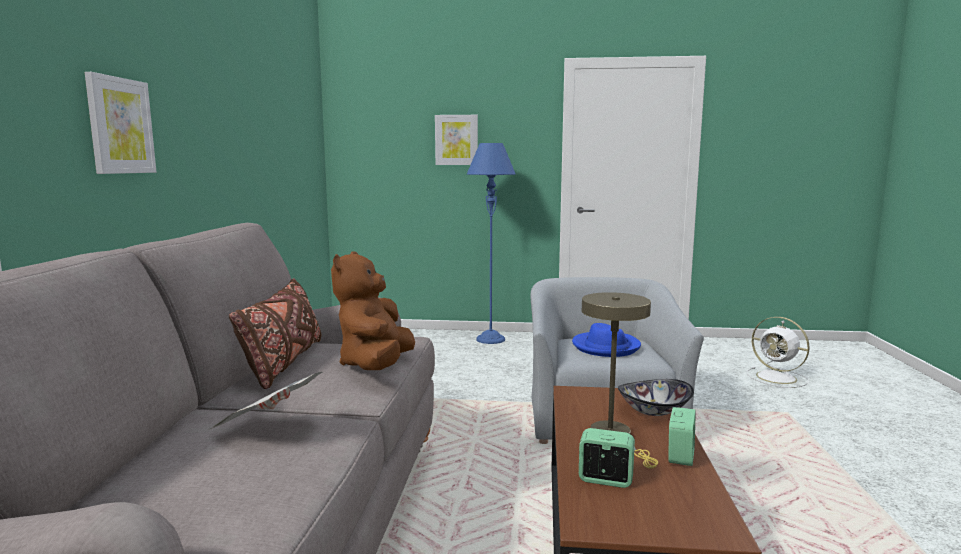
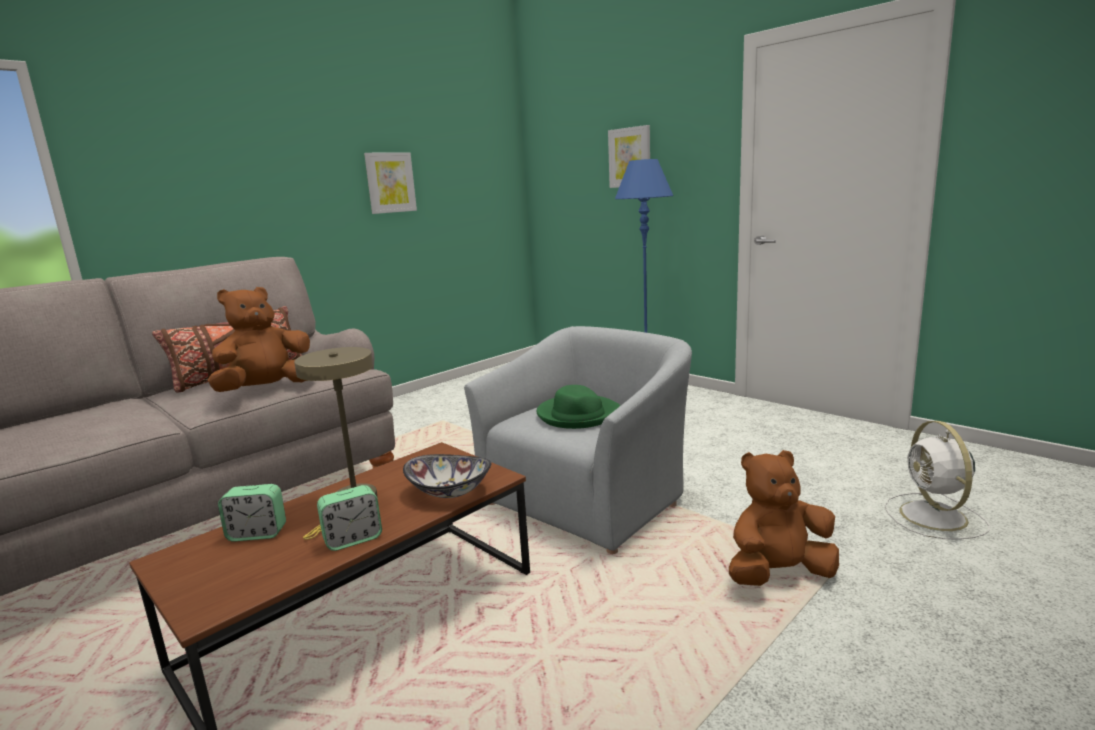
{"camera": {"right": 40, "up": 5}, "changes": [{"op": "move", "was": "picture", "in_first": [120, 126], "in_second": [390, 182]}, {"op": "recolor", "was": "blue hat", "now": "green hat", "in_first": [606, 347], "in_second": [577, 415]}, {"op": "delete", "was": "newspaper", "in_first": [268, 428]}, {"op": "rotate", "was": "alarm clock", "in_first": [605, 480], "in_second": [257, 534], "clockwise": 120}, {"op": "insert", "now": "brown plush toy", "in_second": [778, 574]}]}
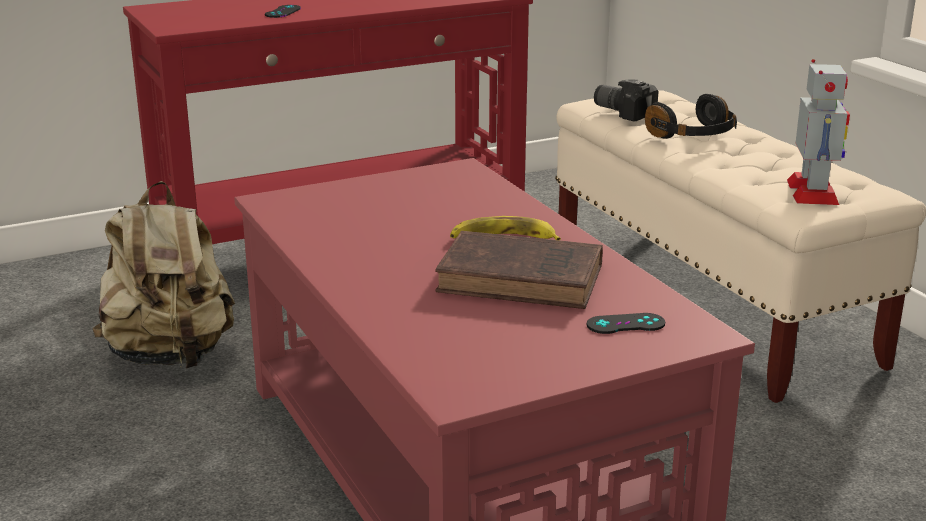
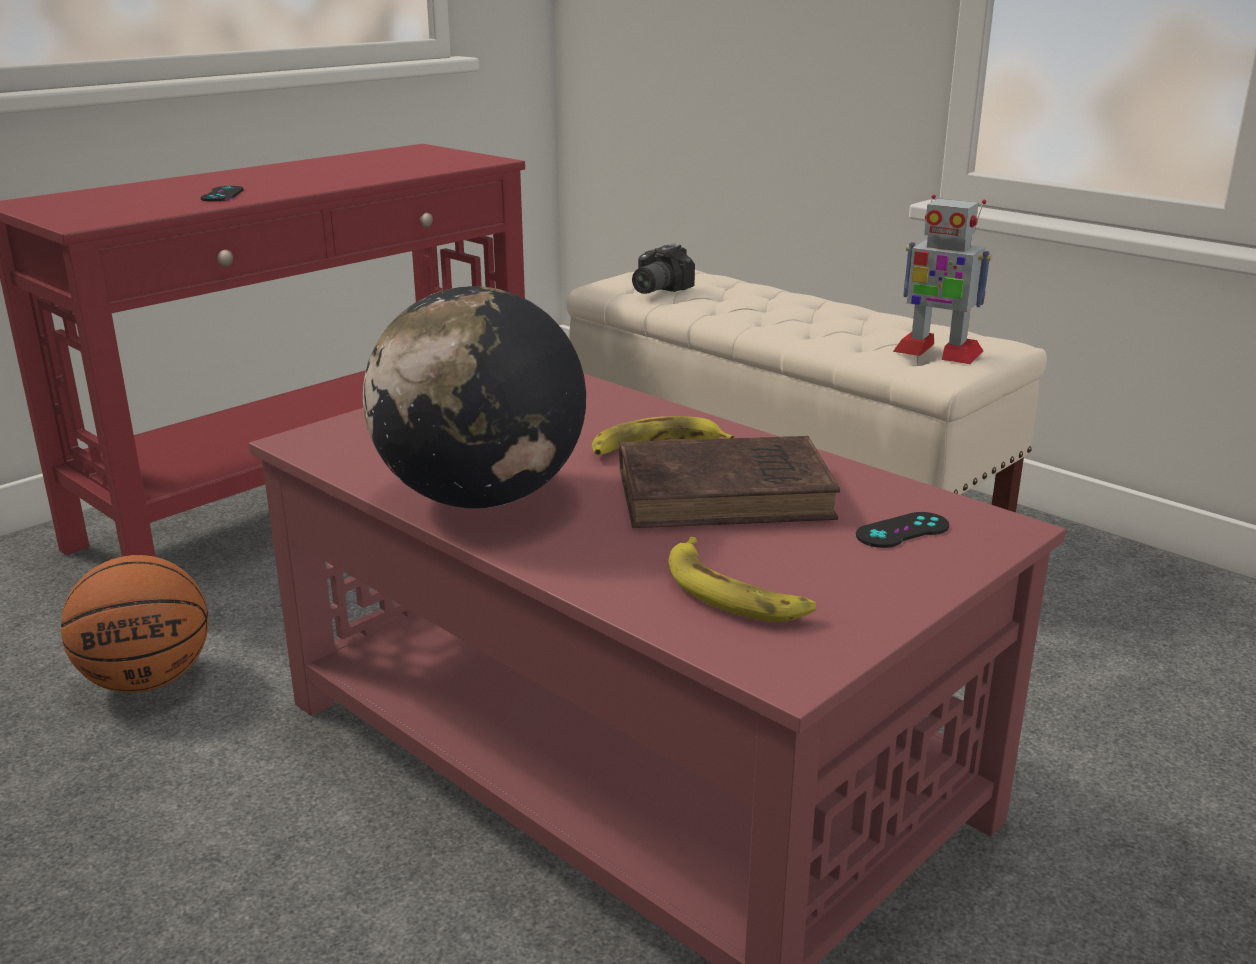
{"camera": {"right": -20, "up": 0}, "changes": [{"op": "rotate", "was": "toy robot", "in_first": [813, 192], "in_second": [936, 351], "clockwise": 135}, {"op": "rotate", "was": "photo camera", "in_first": [624, 112], "in_second": [654, 289], "clockwise": -75}, {"op": "delete", "was": "black headphones", "in_first": [694, 136]}, {"op": "replace", "was": "beige backpack", "now": "basketball", "in_first": [171, 356], "in_second": [147, 680]}, {"op": "insert", "now": "globe", "in_second": [480, 498]}, {"op": "insert", "now": "banana", "in_second": [733, 593]}]}
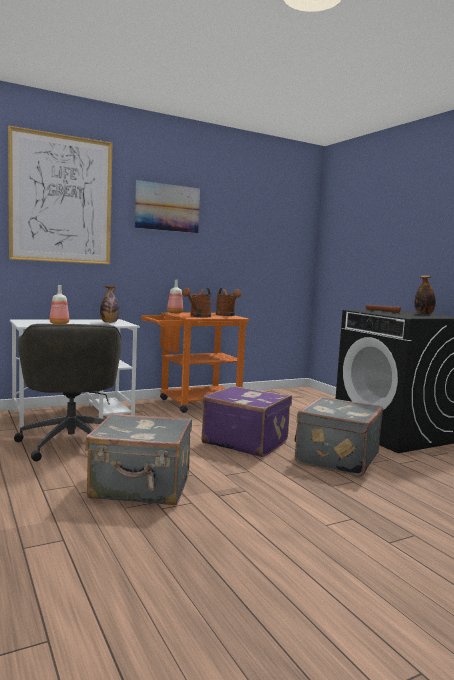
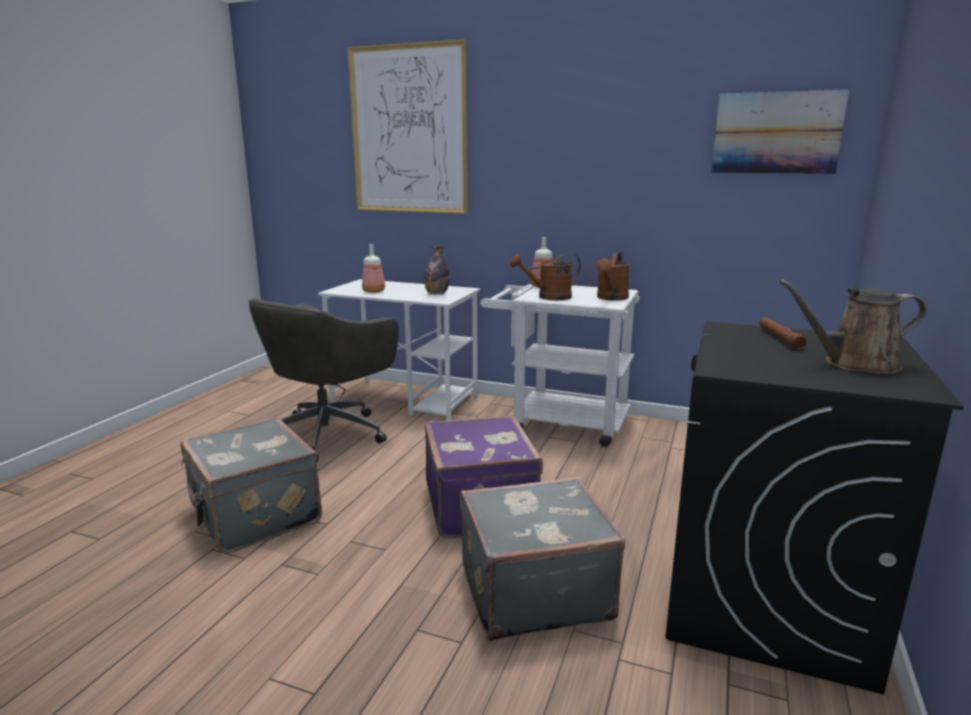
{"camera": {"right": 50, "up": 10}, "changes": [{"op": "move", "was": "picture", "in_first": [167, 207], "in_second": [776, 133]}, {"op": "replace", "was": "bottle", "now": "brown watering can", "in_first": [424, 314], "in_second": [854, 364]}, {"op": "recolor", "was": "orange cart", "now": "white cart", "in_first": [193, 403], "in_second": [559, 422]}]}
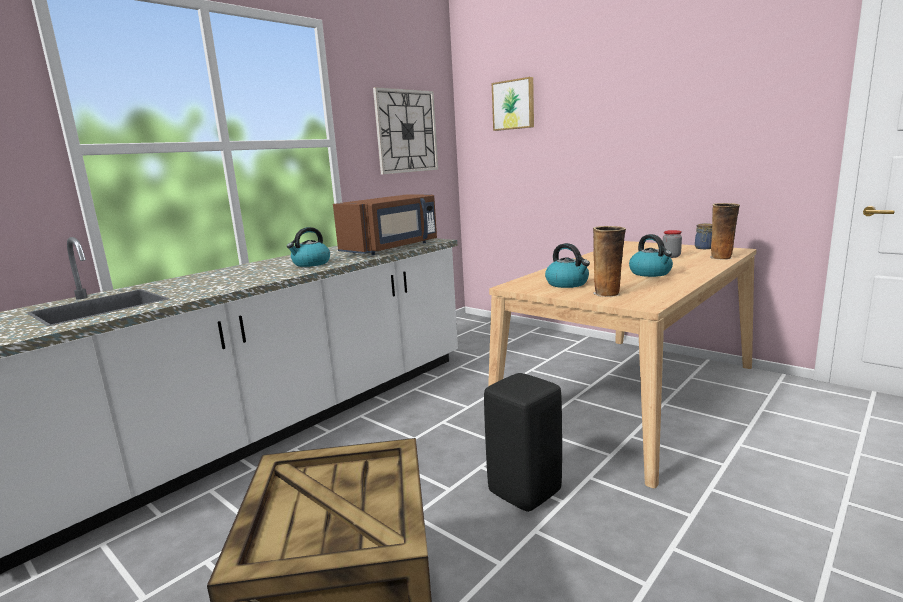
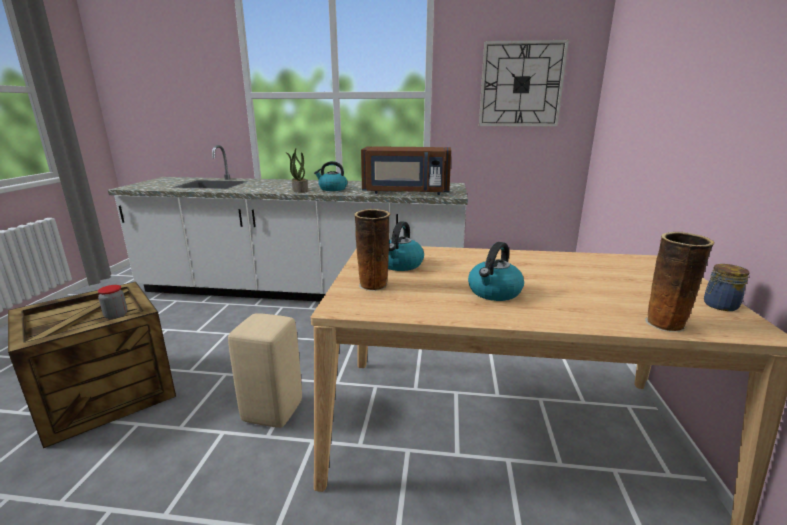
{"camera": {"right": 55, "up": 5}, "changes": [{"op": "delete", "was": "picture", "in_first": [514, 105]}, {"op": "move", "was": "jar", "in_first": [671, 256], "in_second": [116, 316]}, {"op": "recolor", "was": "black stool", "now": "beige stool", "in_first": [523, 492], "in_second": [272, 411]}, {"op": "insert", "now": "potted plant", "in_second": [299, 190]}]}
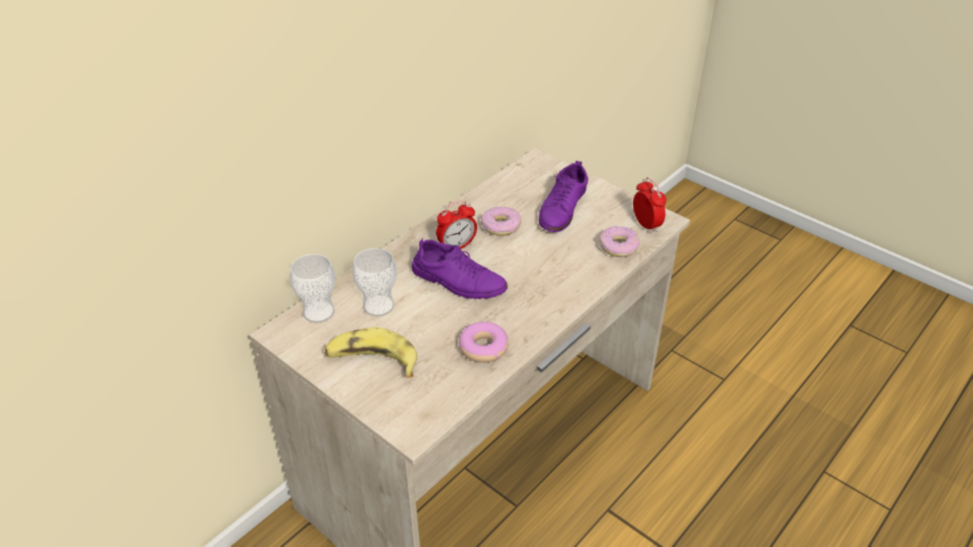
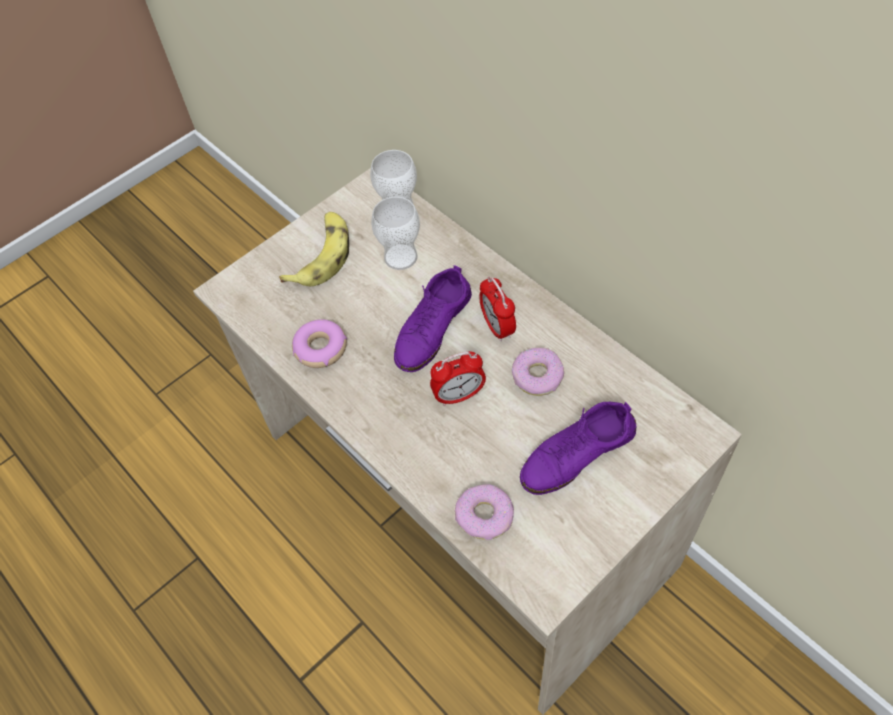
{"camera": {"right": 100, "up": 15}, "changes": [{"op": "rotate", "was": "purple shoe", "in_first": [562, 208], "in_second": [577, 454], "clockwise": -60}, {"op": "move", "was": "alarm clock", "in_first": [646, 225], "in_second": [459, 395]}]}
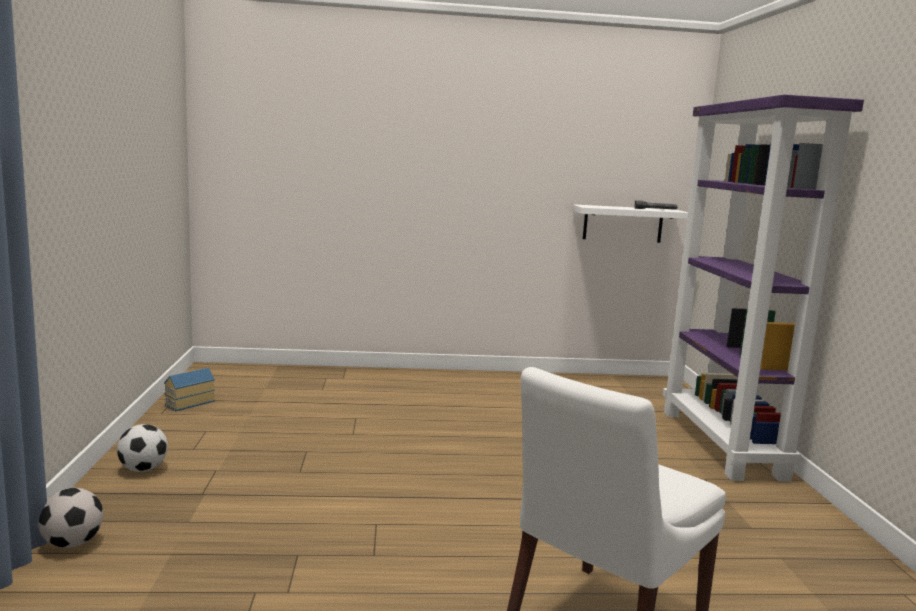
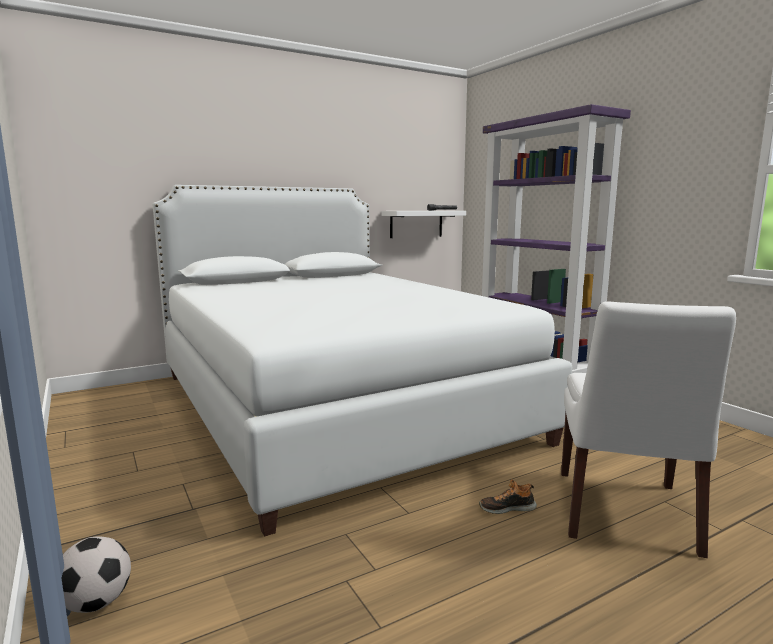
{"camera": {"right": -25, "up": 0}, "changes": [{"op": "delete", "was": "toy house", "in_first": [188, 403]}, {"op": "delete", "was": "football", "in_first": [143, 469]}, {"op": "insert", "now": "white bed", "in_second": [333, 406]}, {"op": "insert", "now": "shoe", "in_second": [507, 508]}]}
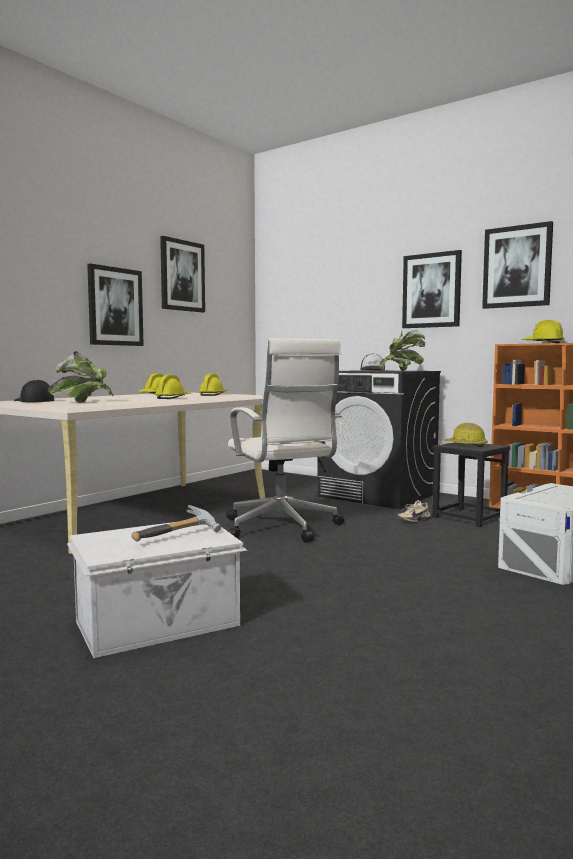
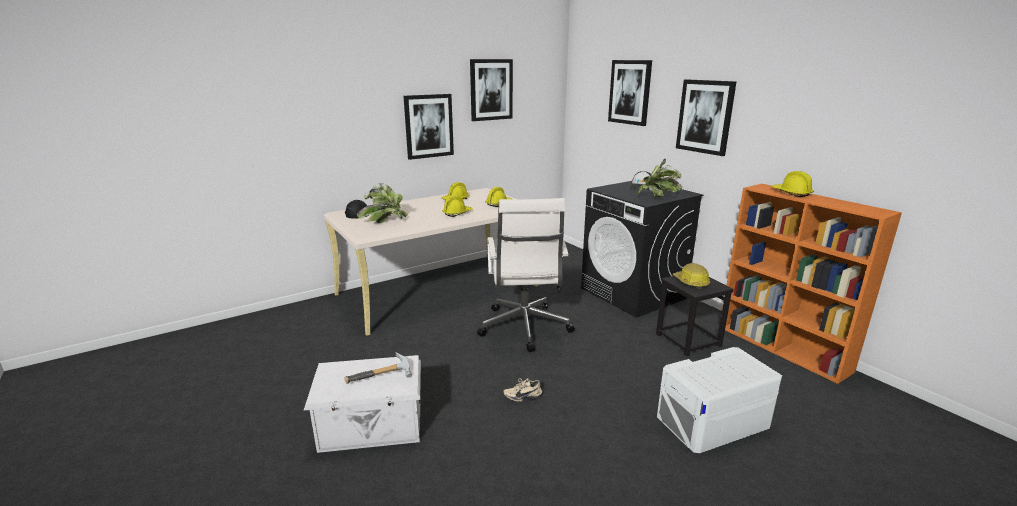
{"camera": {"right": 20, "up": 15}, "changes": [{"op": "move", "was": "picture", "in_first": [517, 266], "in_second": [630, 92]}, {"op": "move", "was": "beige shoe", "in_first": [413, 520], "in_second": [522, 396]}]}
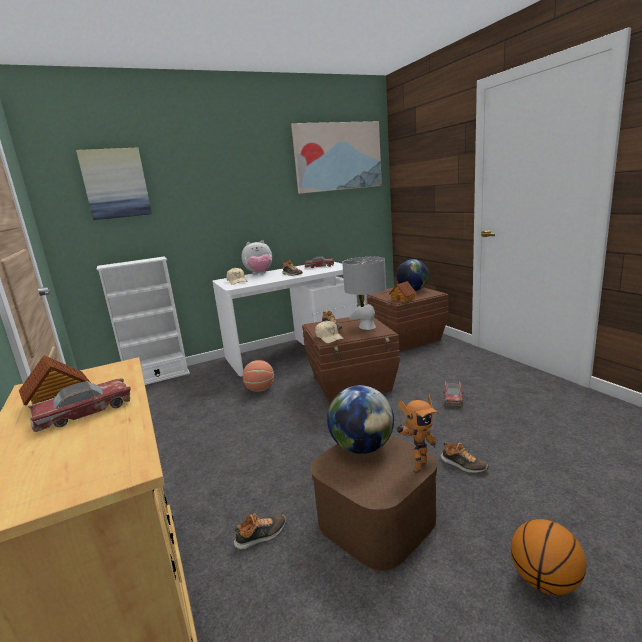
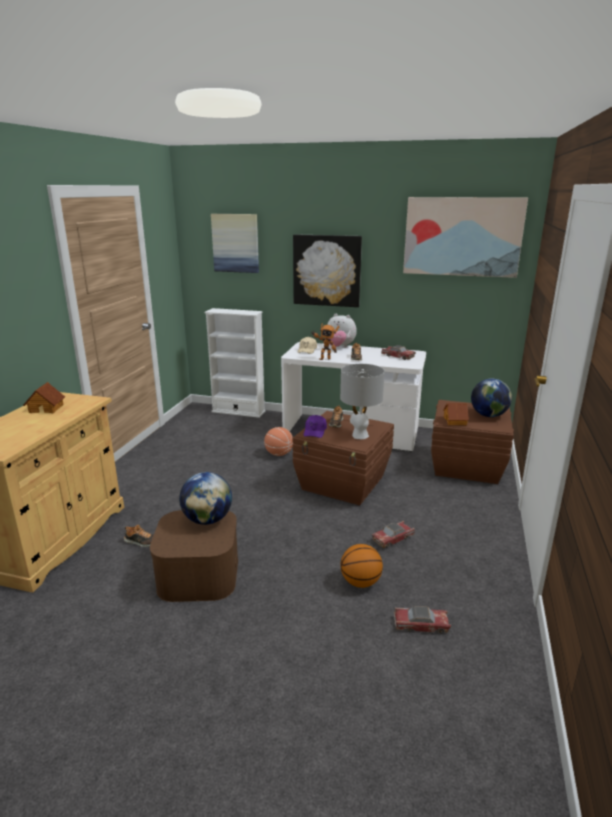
{"camera": {"right": 40, "up": 5}, "changes": [{"op": "recolor", "was": "beige cap", "now": "purple cap", "in_first": [329, 337], "in_second": [315, 431]}, {"op": "move", "was": "toy car", "in_first": [84, 412], "in_second": [421, 624]}, {"op": "move", "was": "toy robot", "in_first": [417, 466], "in_second": [324, 358]}, {"op": "delete", "was": "shoe", "in_first": [463, 465]}, {"op": "move", "was": "basketball", "in_first": [545, 581], "in_second": [360, 582]}, {"op": "insert", "now": "picture", "in_second": [327, 270]}]}
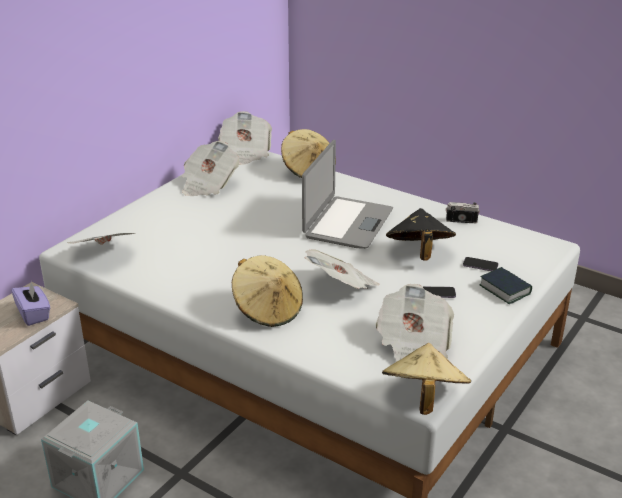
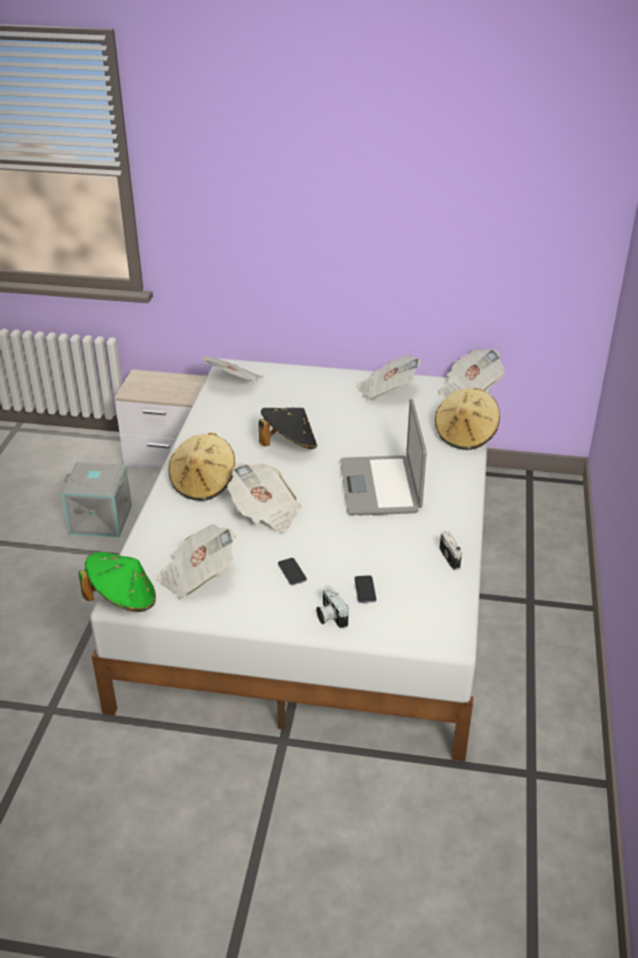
{"camera": {"right": 65, "up": 5}, "changes": [{"op": "rotate", "was": "laptop", "in_first": [347, 223], "in_second": [381, 486], "clockwise": 90}, {"op": "move", "was": "black hat", "in_first": [419, 253], "in_second": [289, 446]}, {"op": "replace", "was": "book", "now": "photo camera", "in_first": [504, 289], "in_second": [329, 616]}, {"op": "delete", "was": "purple tissue box", "in_first": [34, 314]}, {"op": "recolor", "was": "beige hat", "now": "green hat", "in_first": [423, 398], "in_second": [123, 600]}]}
